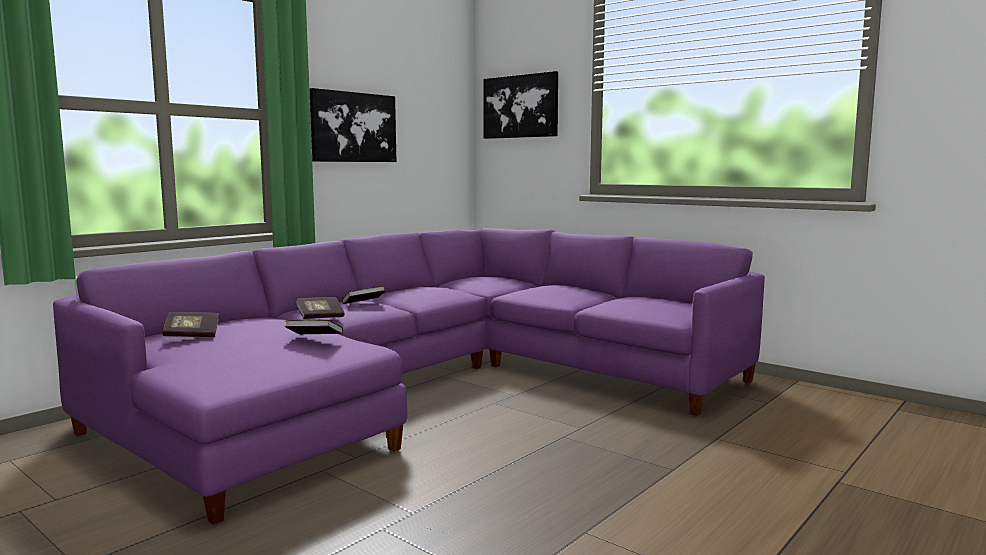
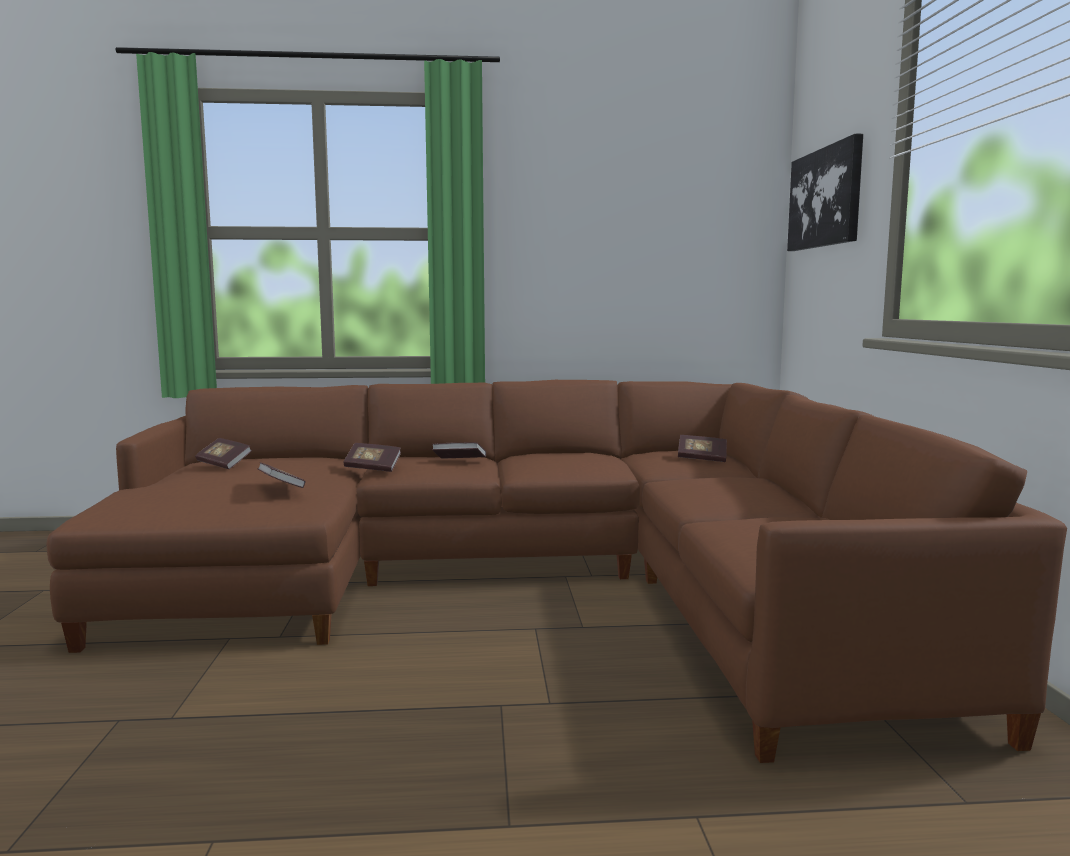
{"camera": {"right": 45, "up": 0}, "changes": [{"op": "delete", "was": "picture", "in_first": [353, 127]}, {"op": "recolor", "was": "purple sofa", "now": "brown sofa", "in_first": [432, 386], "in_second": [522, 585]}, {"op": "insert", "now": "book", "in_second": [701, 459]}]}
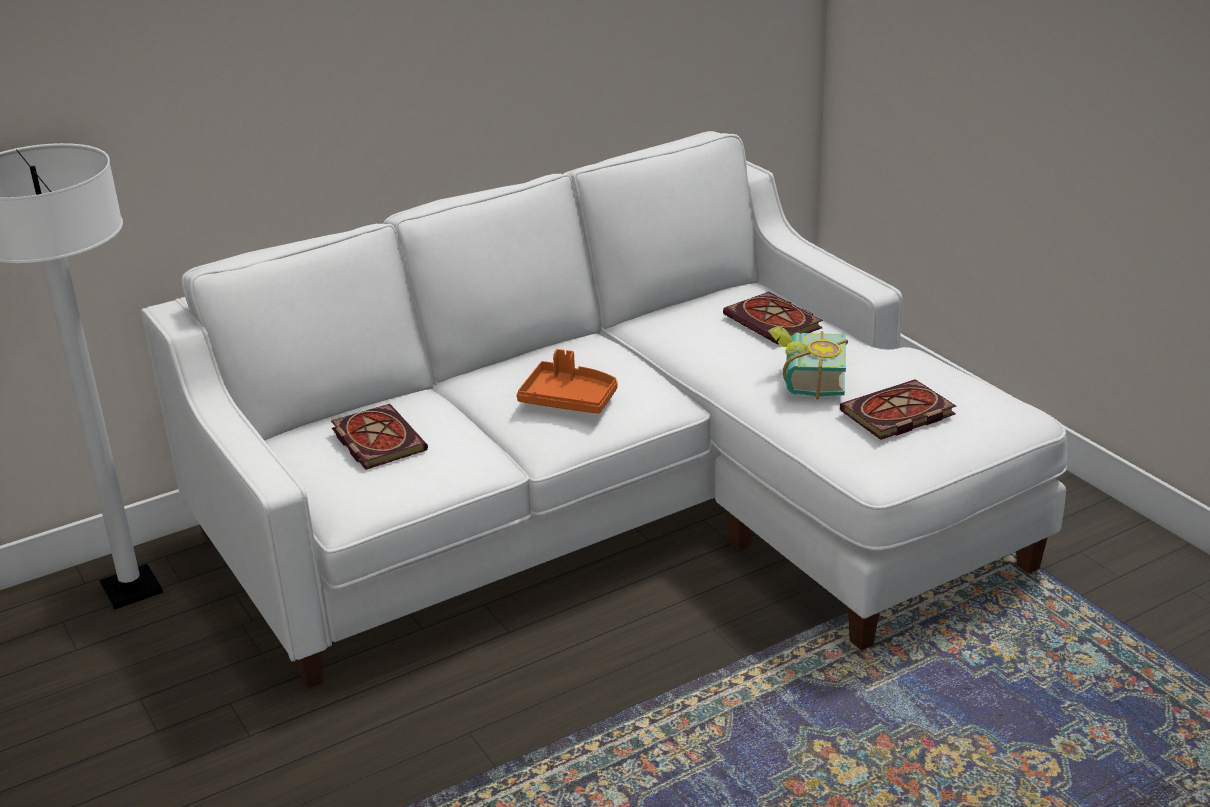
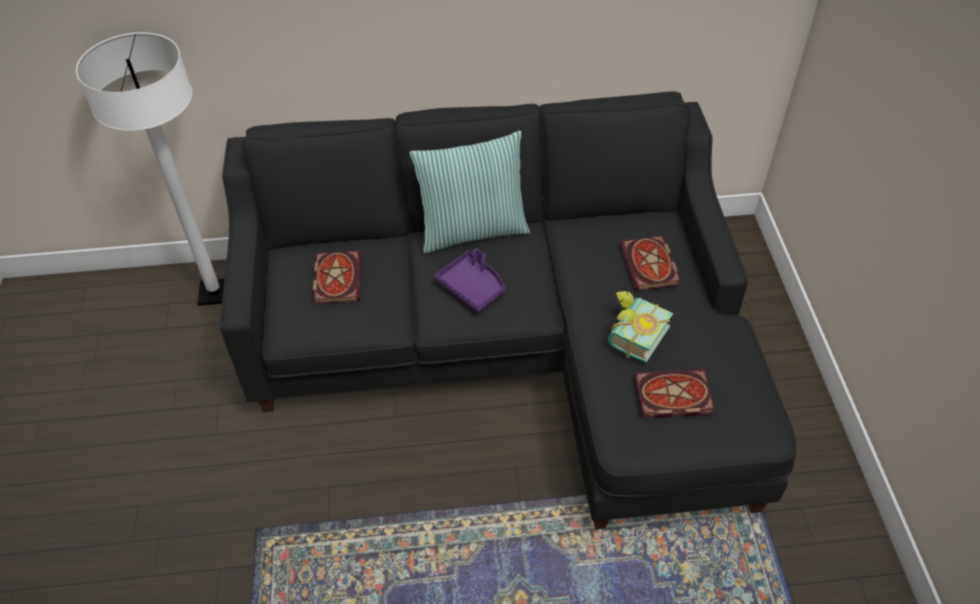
{"camera": {"right": 25, "up": 20}, "changes": [{"op": "recolor", "was": "white sofa", "now": "black sofa", "in_first": [617, 513], "in_second": [515, 344]}, {"op": "recolor", "was": "orange tray", "now": "purple tray", "in_first": [569, 399], "in_second": [472, 287]}, {"op": "insert", "now": "pillow", "in_second": [472, 230]}]}
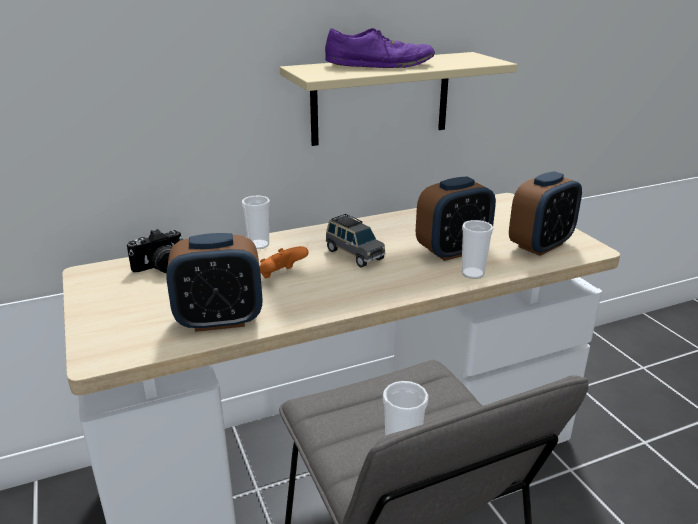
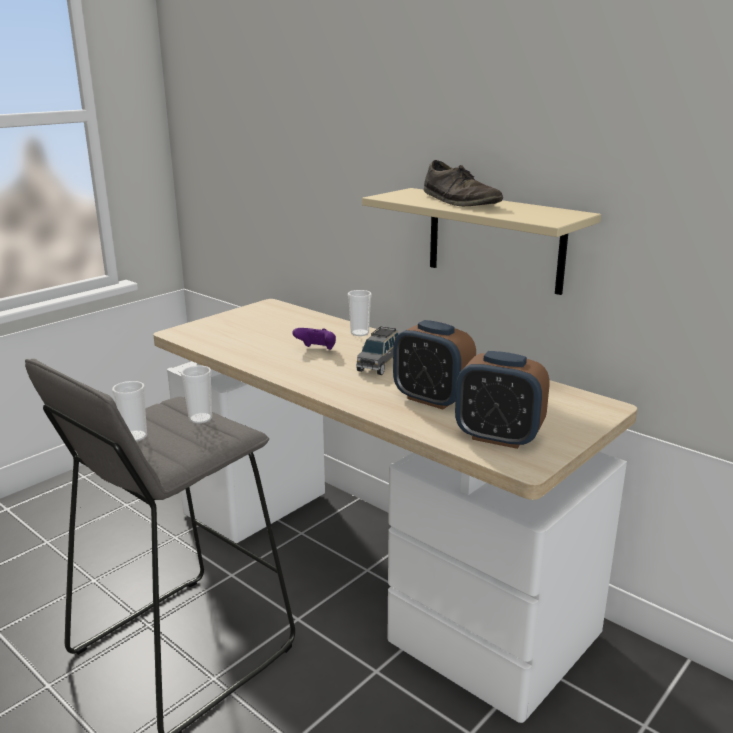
{"camera": {"right": 65, "up": -5}, "changes": [{"op": "recolor", "was": "purple shoe", "now": "brown shoe", "in_first": [380, 65], "in_second": [460, 201]}, {"op": "move", "was": "cup", "in_first": [472, 273], "in_second": [200, 419]}, {"op": "delete", "was": "photo camera", "in_first": [161, 267]}, {"op": "delete", "was": "alarm clock", "in_first": [219, 320]}, {"op": "recolor", "was": "orange game controller", "now": "purple game controller", "in_first": [281, 276], "in_second": [316, 350]}]}
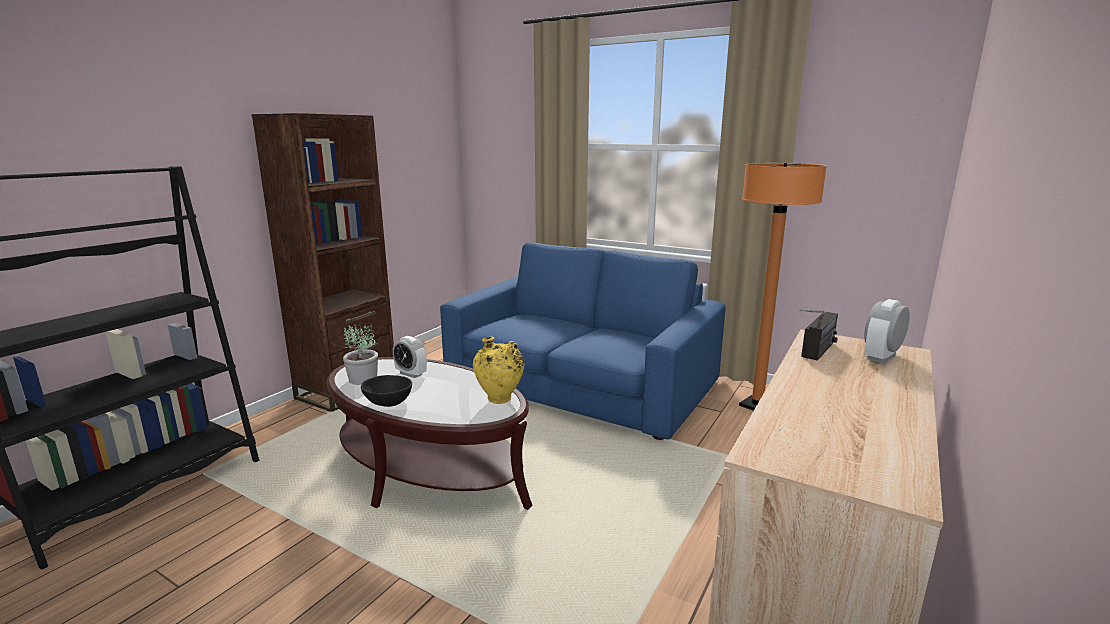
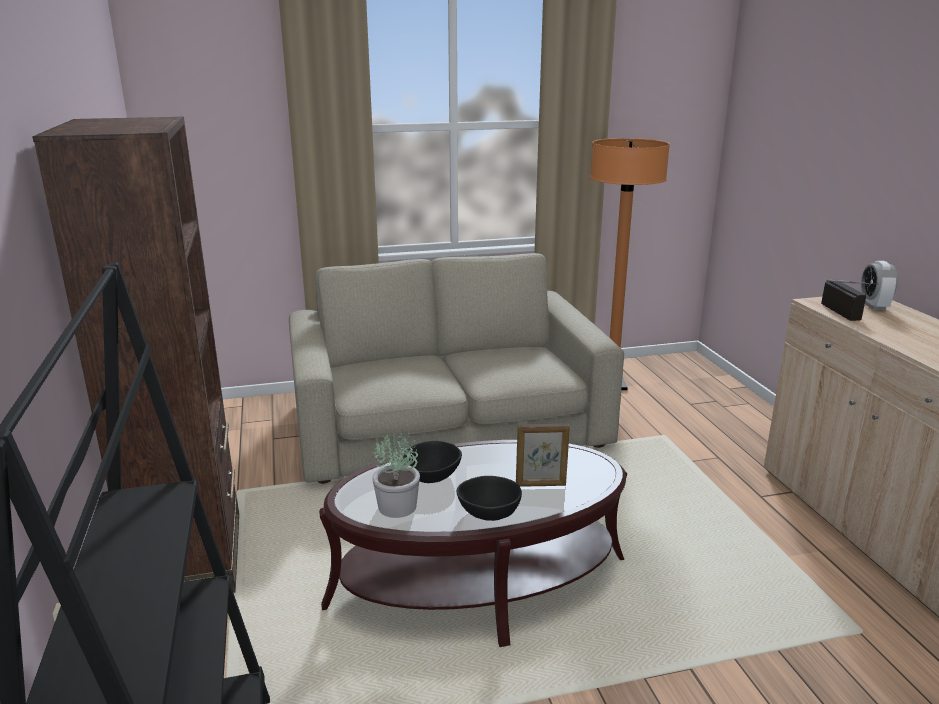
{"camera": {"right": -45, "up": 5}, "changes": [{"op": "recolor", "was": "blue sofa", "now": "beige sofa", "in_first": [580, 384], "in_second": [448, 426]}, {"op": "replace", "was": "alarm clock", "now": "black bowl", "in_first": [411, 374], "in_second": [432, 476]}, {"op": "delete", "was": "yellow vase", "in_first": [500, 401]}, {"op": "insert", "now": "picture frame", "in_second": [541, 485]}]}
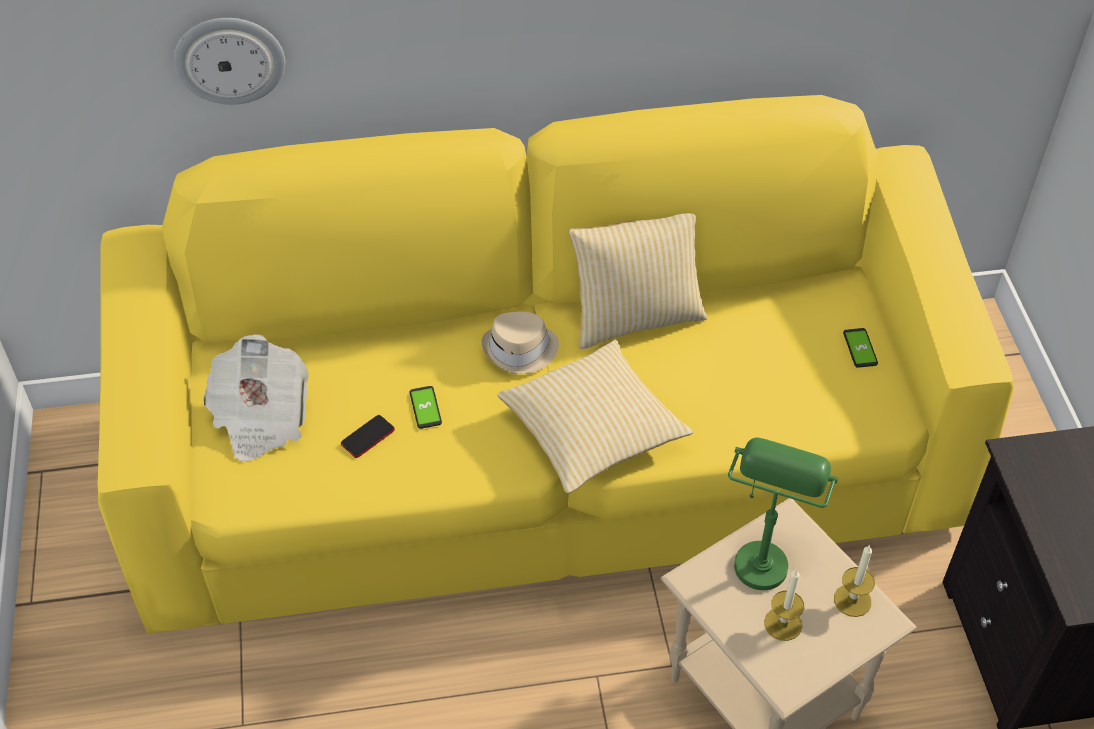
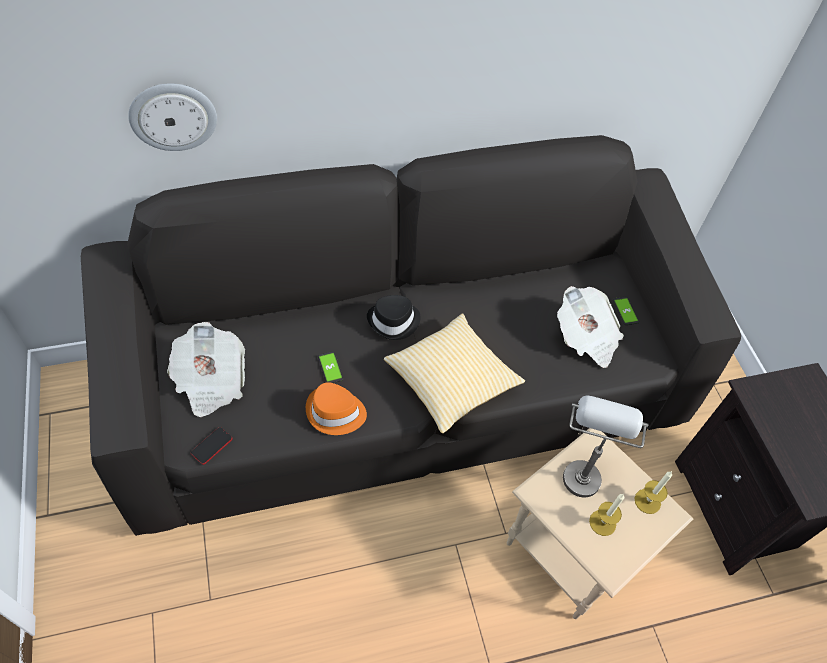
{"camera": {"right": -10, "up": 5}, "changes": [{"op": "recolor", "was": "yellow sofa", "now": "black sofa", "in_first": [549, 467], "in_second": [408, 393]}, {"op": "delete", "was": "pillow", "in_first": [635, 317]}, {"op": "recolor", "was": "beige hat", "now": "black hat", "in_first": [521, 350], "in_second": [394, 321]}, {"op": "move", "was": "phone", "in_first": [368, 437], "in_second": [212, 446]}, {"op": "recolor", "was": "green table lamp", "now": "grey table lamp", "in_first": [764, 551], "in_second": [582, 467]}, {"op": "insert", "now": "newspaper", "in_second": [586, 338]}, {"op": "insert", "now": "orange hat", "in_second": [335, 412]}]}
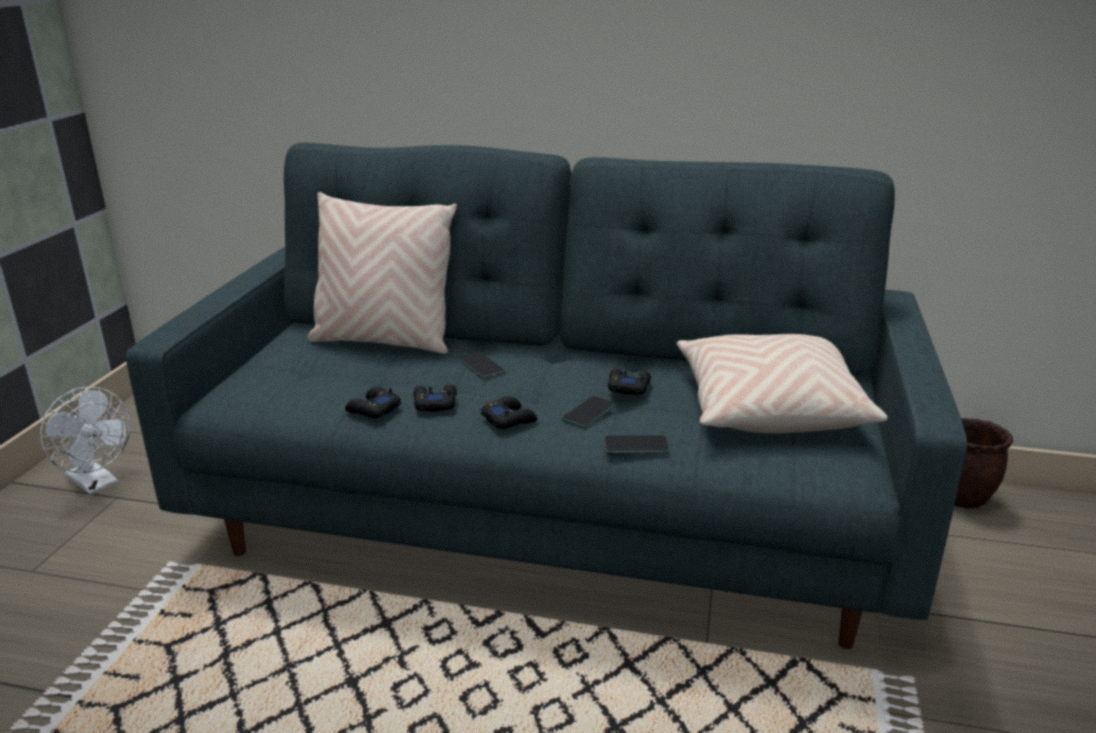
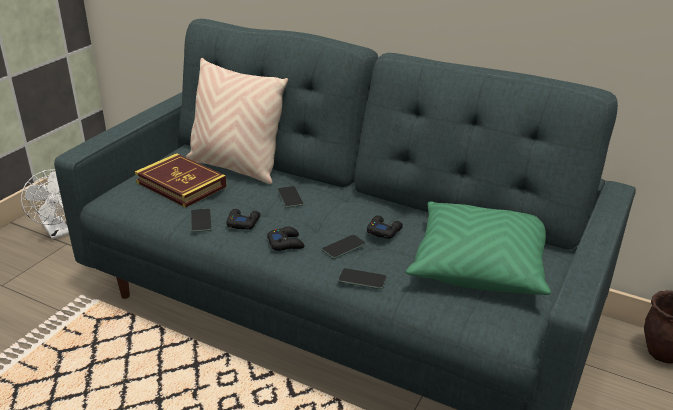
{"camera": {"right": 15, "up": 5}, "changes": [{"op": "recolor", "was": "beige pillow", "now": "green pillow", "in_first": [768, 408], "in_second": [478, 265]}, {"op": "replace", "was": "black game controller", "now": "phone", "in_first": [373, 409], "in_second": [201, 221]}, {"op": "insert", "now": "book", "in_second": [181, 184]}]}
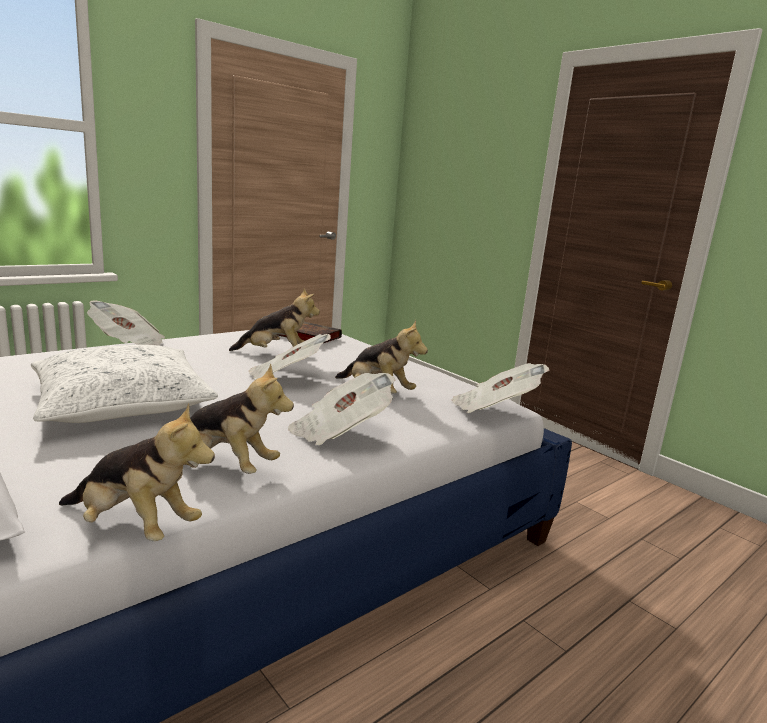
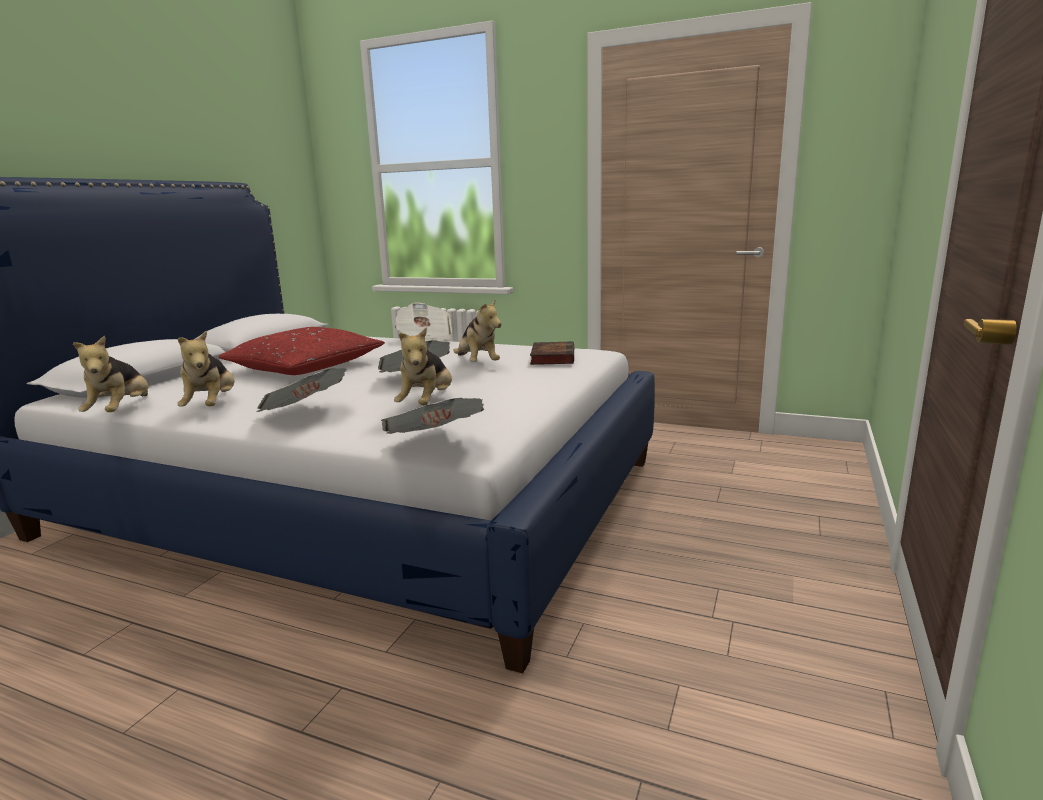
{"camera": {"right": 65, "up": 0}, "changes": [{"op": "recolor", "was": "white pillow", "now": "red pillow", "in_first": [122, 403], "in_second": [305, 367]}]}
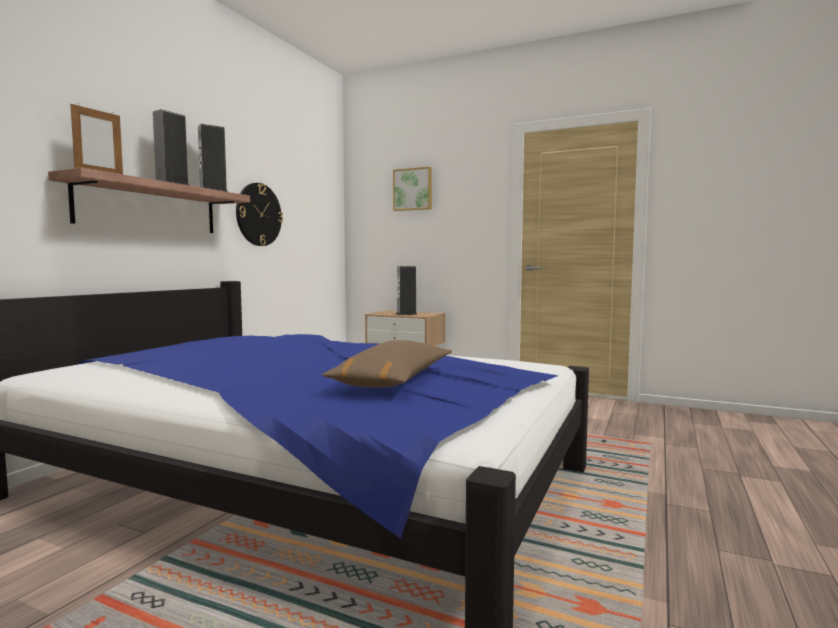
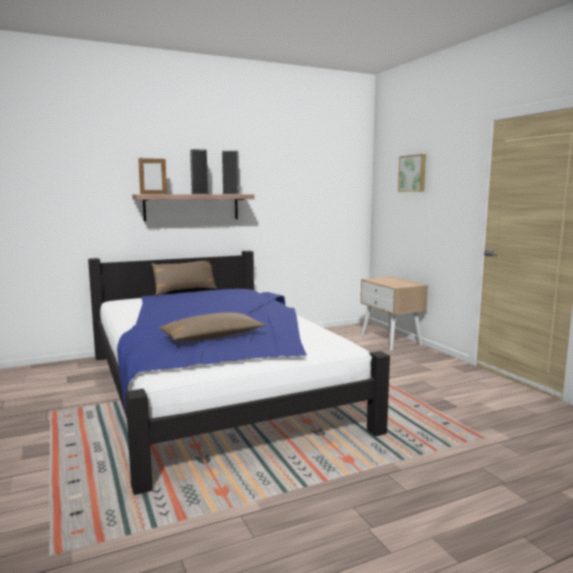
{"camera": {"right": 40, "up": 5}, "changes": [{"op": "delete", "was": "wall clock", "in_first": [258, 214]}, {"op": "delete", "was": "speaker", "in_first": [406, 314]}, {"op": "insert", "now": "brown pillow", "in_second": [185, 291]}]}
